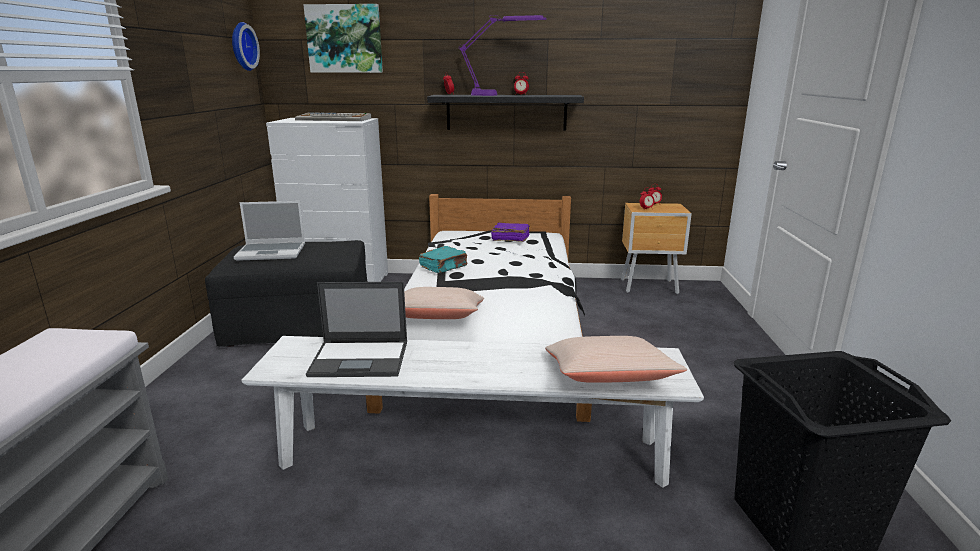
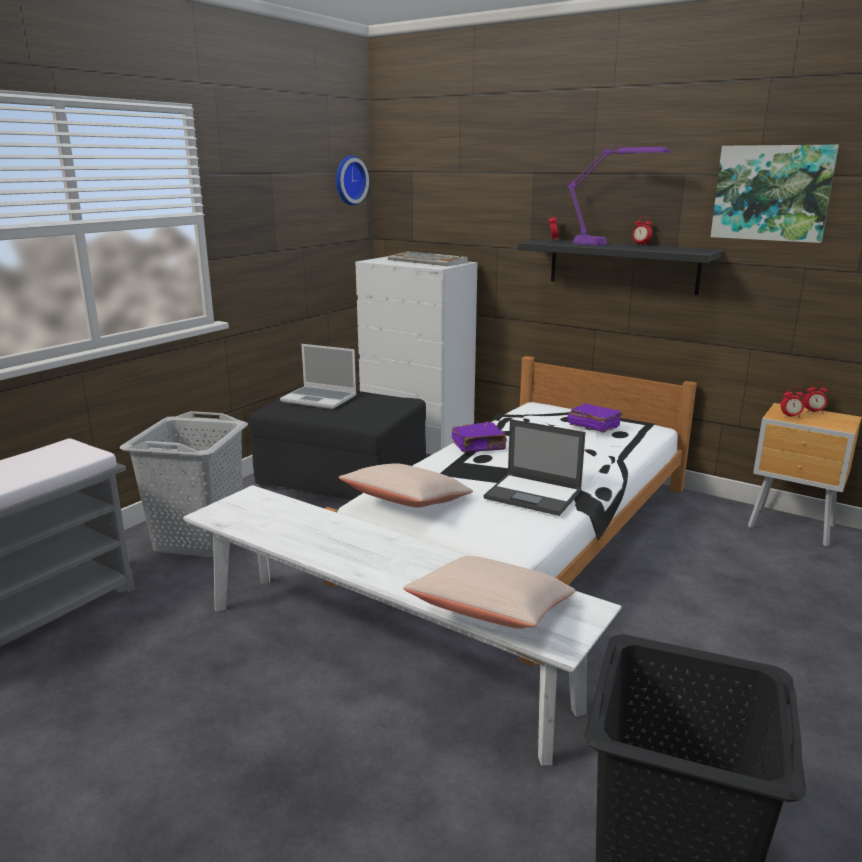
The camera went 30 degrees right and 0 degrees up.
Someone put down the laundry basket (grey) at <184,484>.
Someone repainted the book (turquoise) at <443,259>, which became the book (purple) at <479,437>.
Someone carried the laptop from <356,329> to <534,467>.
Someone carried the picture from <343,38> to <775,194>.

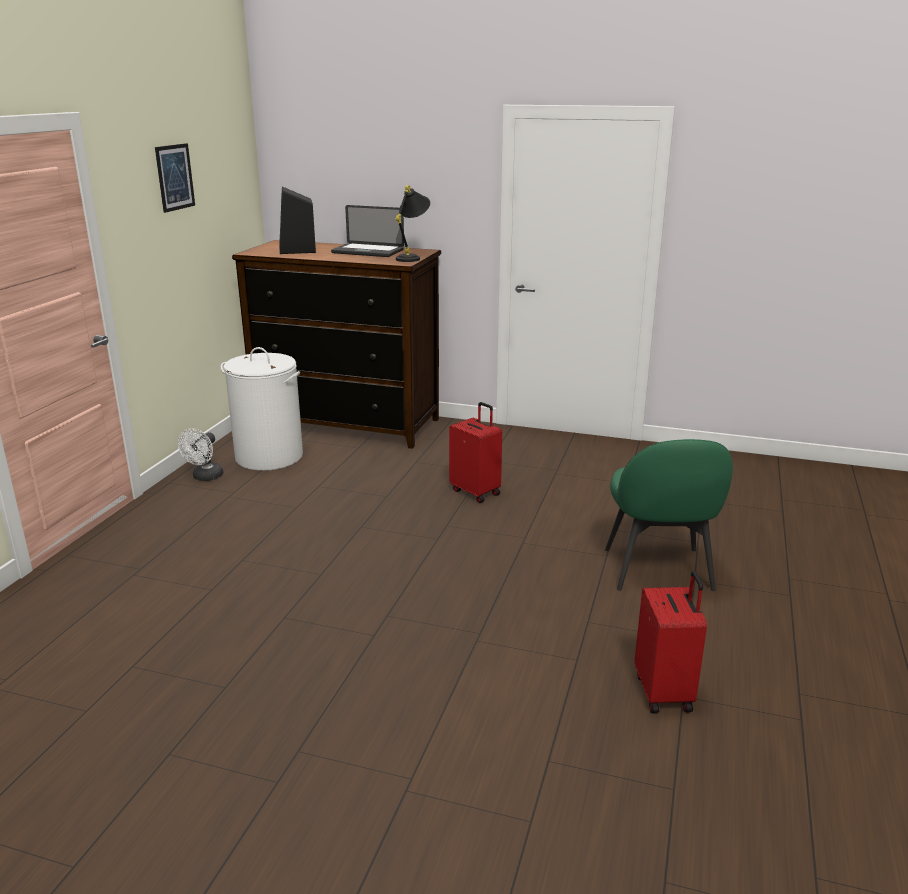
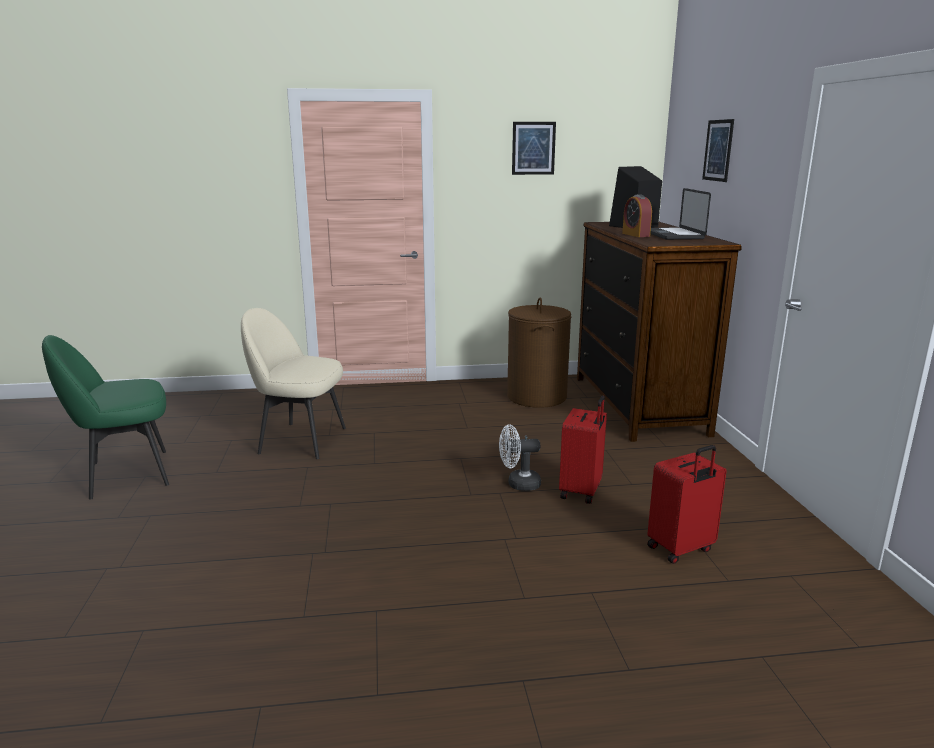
The camera went 65 degrees right and 5 degrees down.
Someone carried the chair (green) from <669,515> to <105,417>.
Someone put down the chair (beige) at <293,383>.
Someone carried the fan (white) from <200,454> to <520,457>.
Someone repainted the laundry basket (white) at <262,409>, which became the laundry basket (brown) at <539,353>.
Someone put down the alarm clock at <637,216>.
Someone carried the suitcase (red) from <671,642> to <687,504>.
Someone put up the picture at <718,150>.
Someone took away the table lamp (black) at <412,223>.

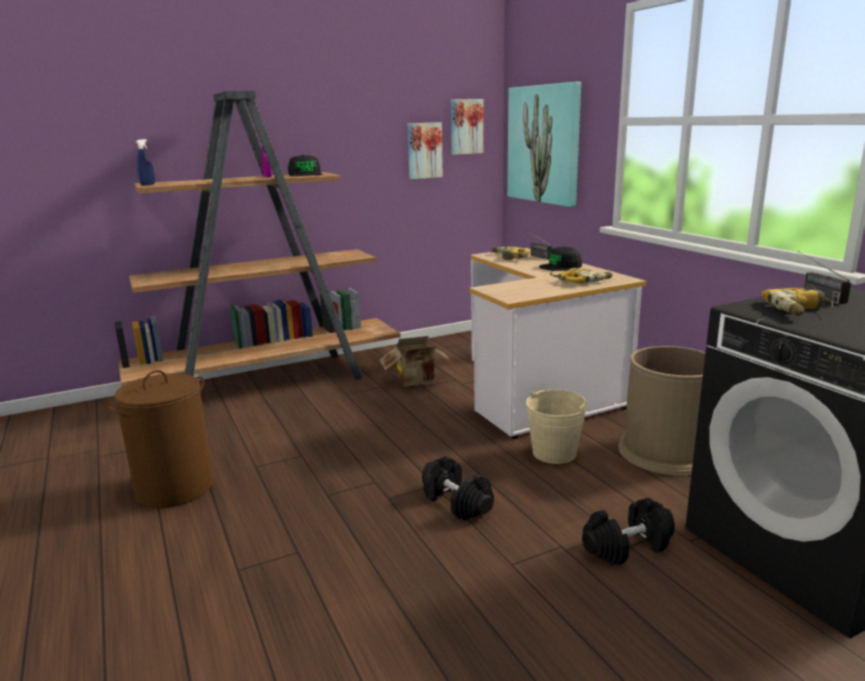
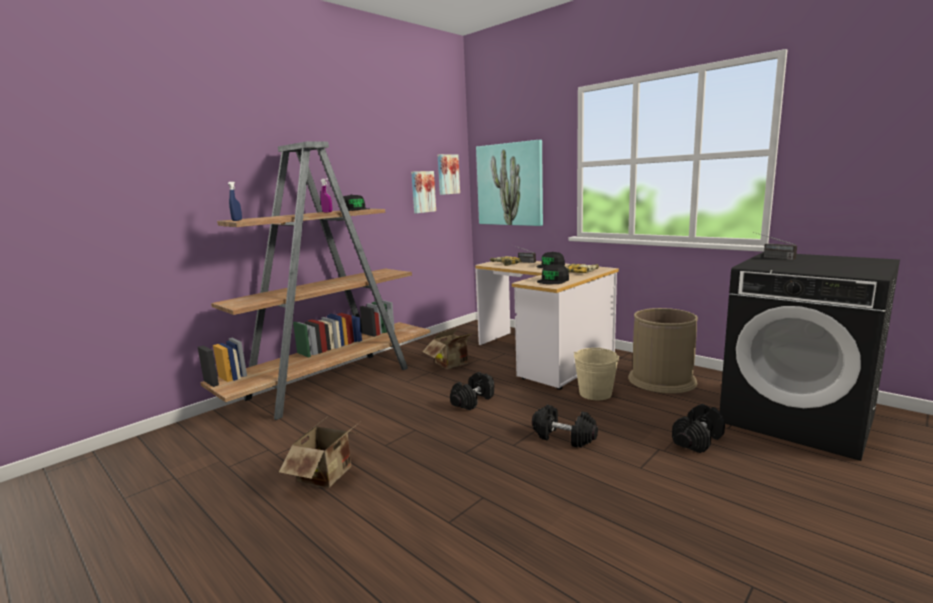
The camera went 20 degrees left and 5 degrees down.
Someone swapped the laundry basket (brown) at <160,439> for the cardboard box at <320,453>.
Someone put down the dumbbell (black) at <472,391>.
Someone put down the cap (black) at <553,274>.
Someone took away the power drill at <798,300>.

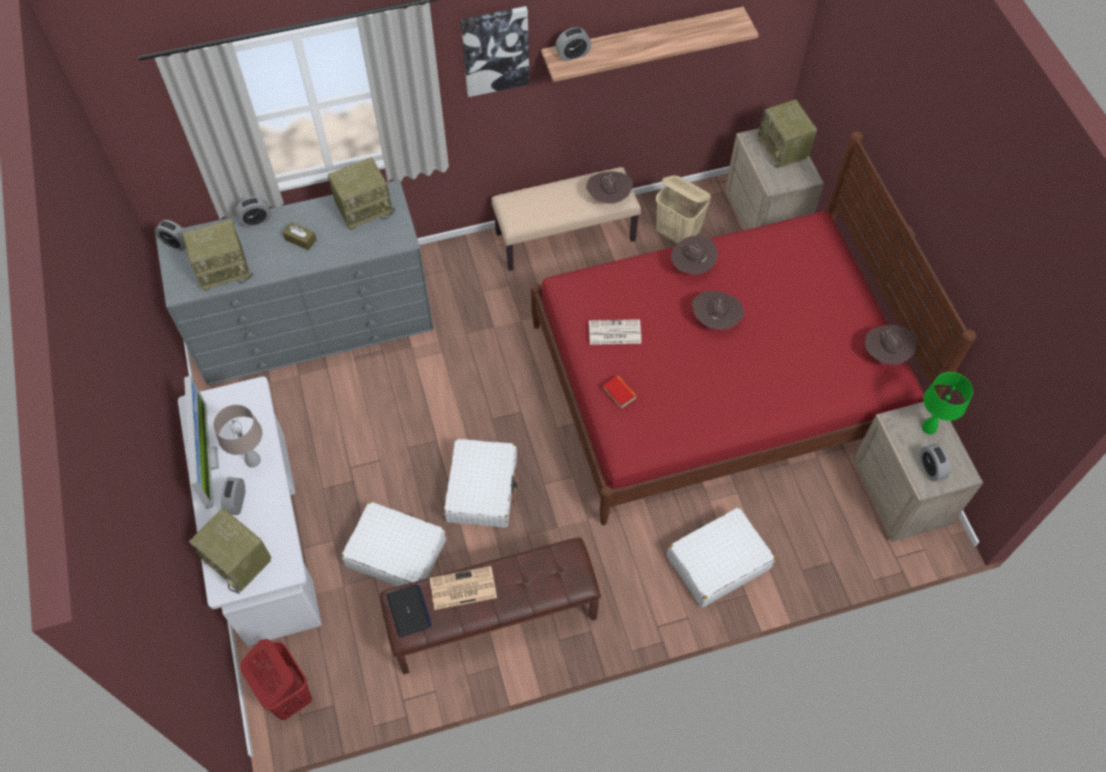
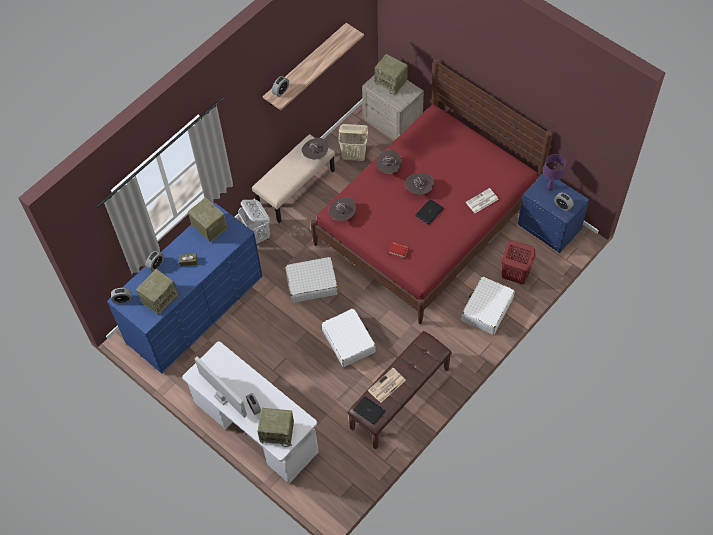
The camera went 30 degrees left and 0 degrees up.
Someone repainted the dresser (grey) at <294,282>, which became the dresser (blue) at <185,288>.
Someone rotated the radio at <361,194> by 75 degrees counterclockwise.
Someone put down the laundry basket (white) at <254,222>.
Someone carried the suitcase (white) from <393,544> to <311,280>.
Someone carried the hat (brown) from <890,345> to <342,209>.
Someone put down the laptop at <430,212>.
Someone carried the newspaper from <615,332> to <482,200>.
Someone carried the laundry basket (red) from <276,679> to <519,262>.
Someone repainted the nightstand (beige) at <918,472>, which became the nightstand (blue) at <553,213>.
Someone repainted the table lamp (green) at <947,403>, which became the table lamp (purple) at <554,172>.
Someone took away the table lamp (beige) at <238,436>.
Someone took away the picture at <495,51>.

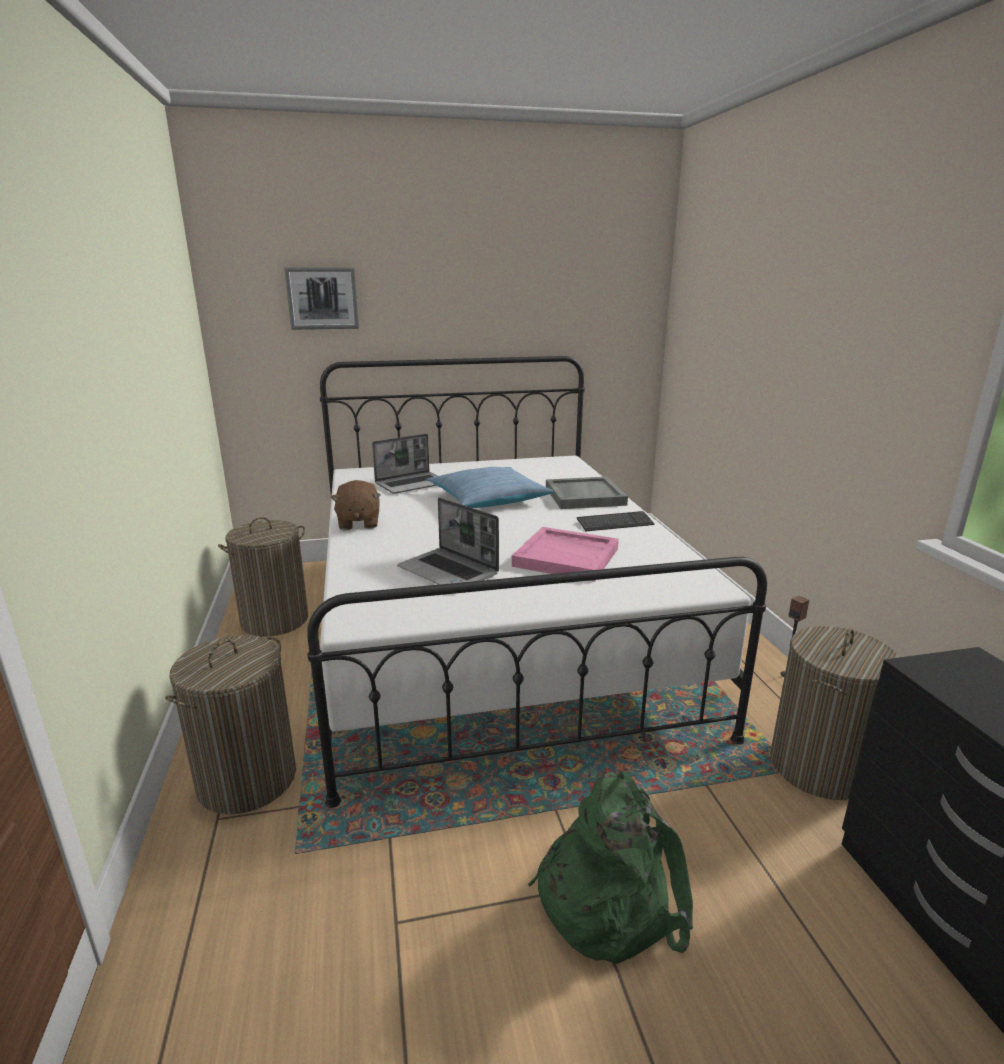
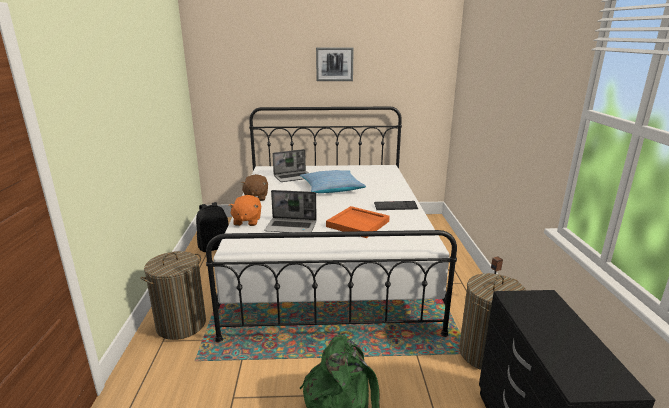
The camera went 10 degrees right and 0 degrees up.
Someone swapped the laundry basket at <263,577> for the backpack (black) at <212,227>.
Someone put down the plush toy (orange) at <244,210>.
Someone rotated the laptop at <448,541> by 45 degrees counterclockwise.
Someone carried the picture from <321,298> to <335,64>.
Someone repainted the tray (pink) at <565,554>, which became the tray (orange) at <358,222>.
Someone took away the tray (grey) at <587,493>.

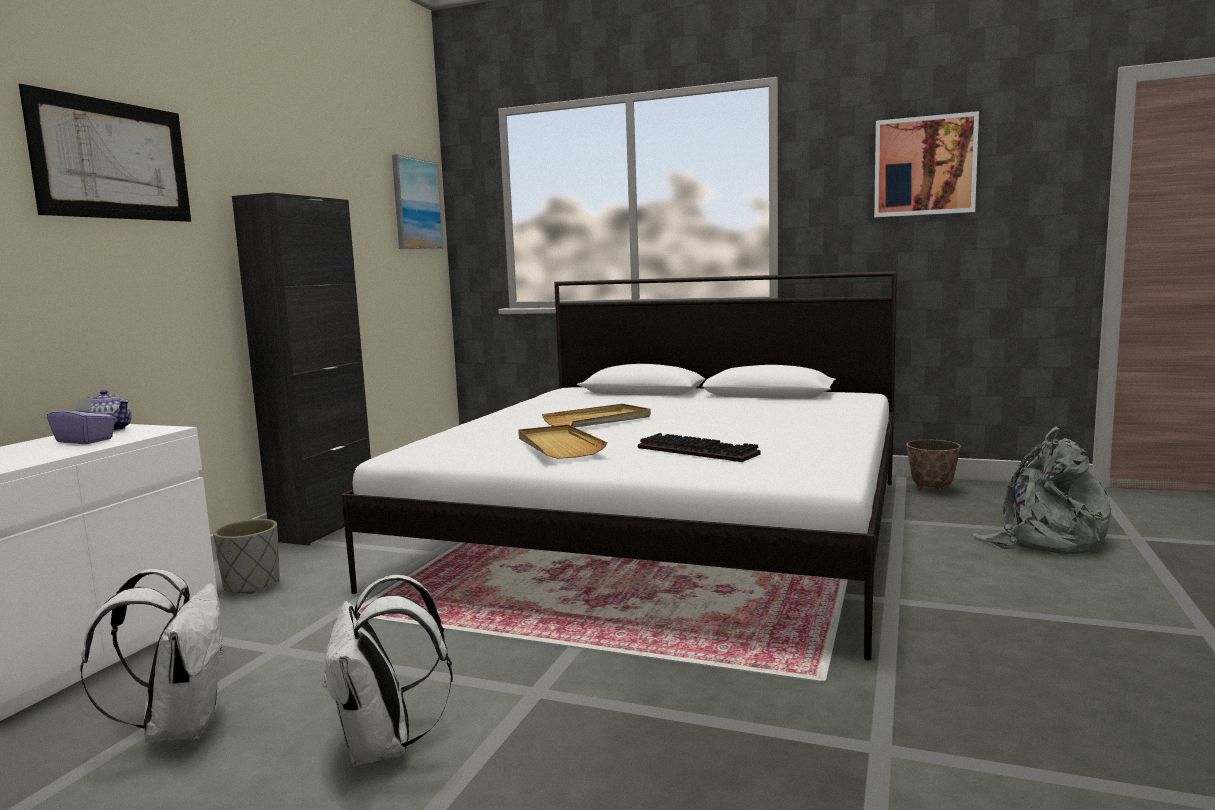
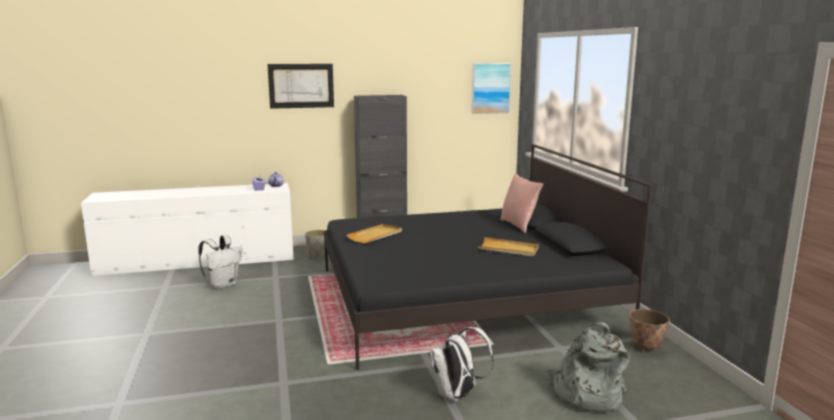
The camera went 55 degrees right and 5 degrees up.
Someone repainted the bed (white) at <619,465>, which became the bed (black) at <488,257>.
Someone carried the backpack (white) from <388,670> to <462,364>.
Someone carried the tray (beige) from <596,416> to <508,247>.
Someone put down the pillow (pink) at <521,203>.
Someone took away the keyboard at <699,447>.
Someone took away the picture at <926,164>.

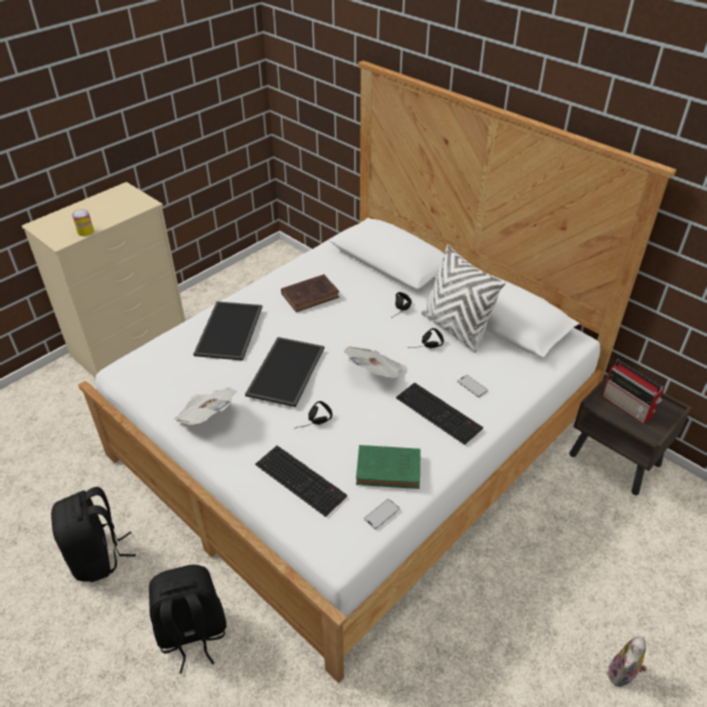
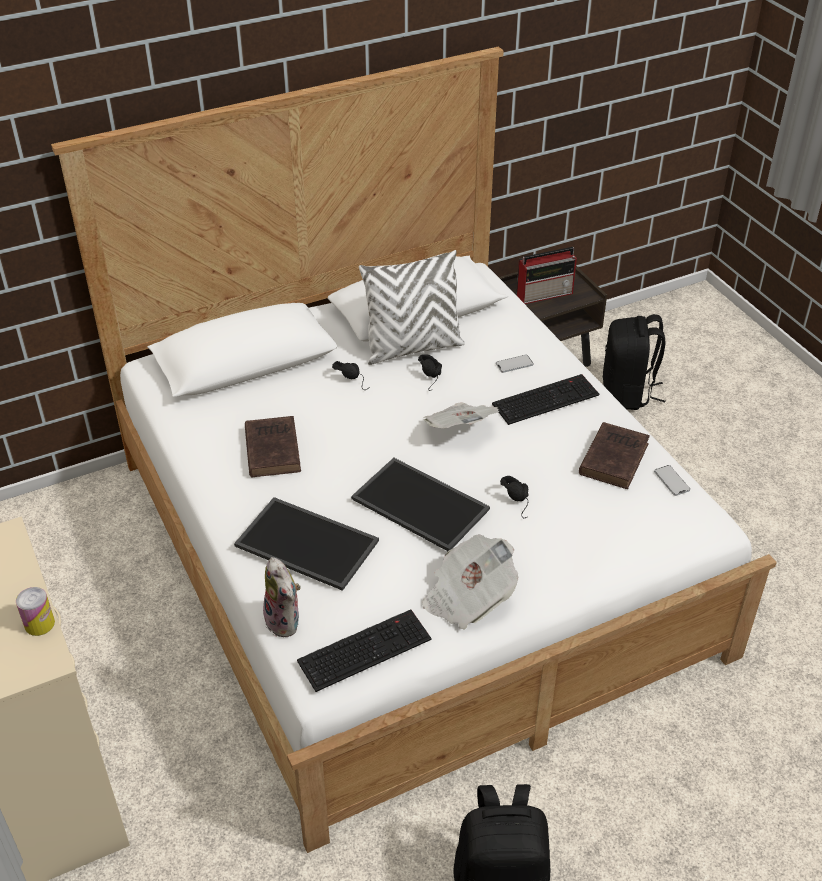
The camera went 70 degrees left and 0 degrees up.
Someone carried the plush toy from <627,661> to <282,597>.
Someone carried the keyboard from <301,481> to <364,651>.
Someone repainted the book (green) at <388,467>, which became the book (brown) at <614,455>.
Someone carried the backpack (black) from <188,619> to <634,362>.

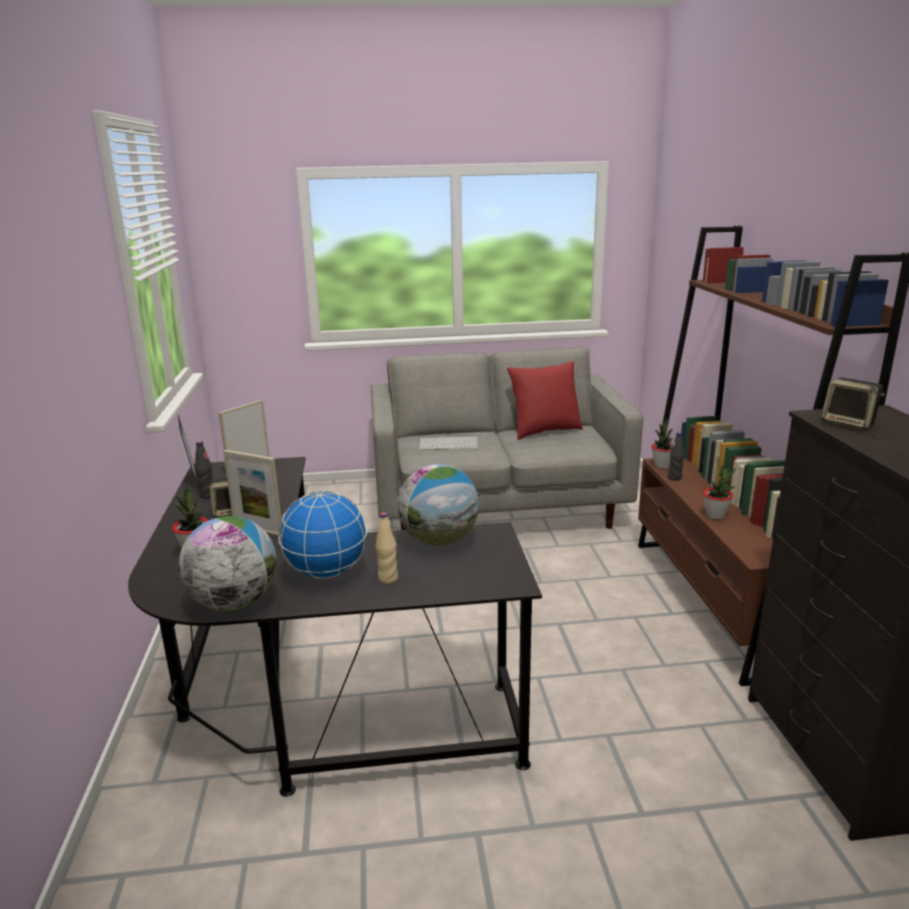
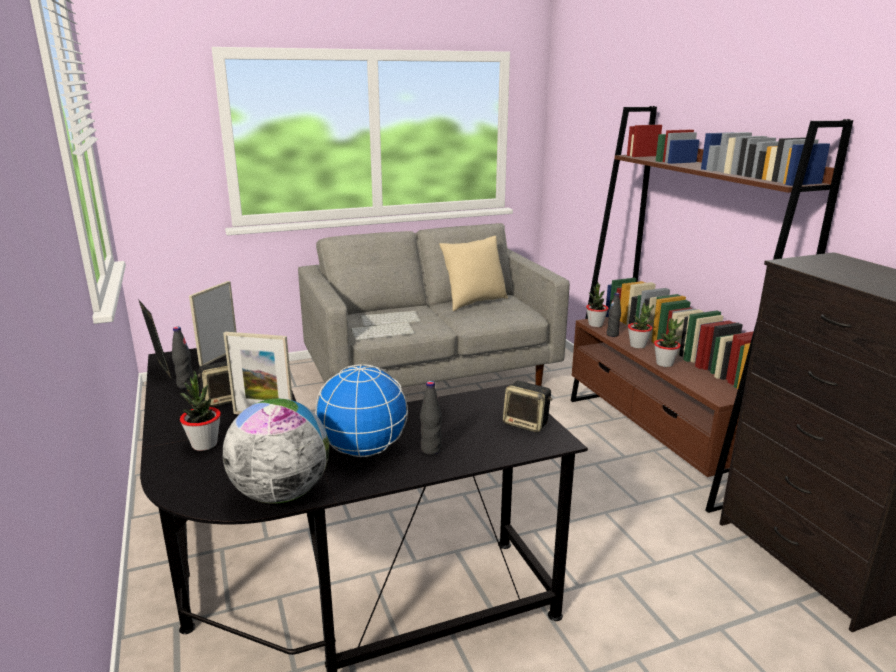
The camera went 15 degrees left and 0 degrees up.
Someone put down the keyboard at <383,331>.
Someone repainted the bottle (beige) at <387,548>, which became the bottle (black) at <431,418>.
Someone repainted the pillow (red) at <545,400>, which became the pillow (beige) at <473,273>.
Someone carried the speaker from <853,403> to <527,406>.
Someone put down the potted plant at <641,326>.
Someone took away the globe at <438,505>.

